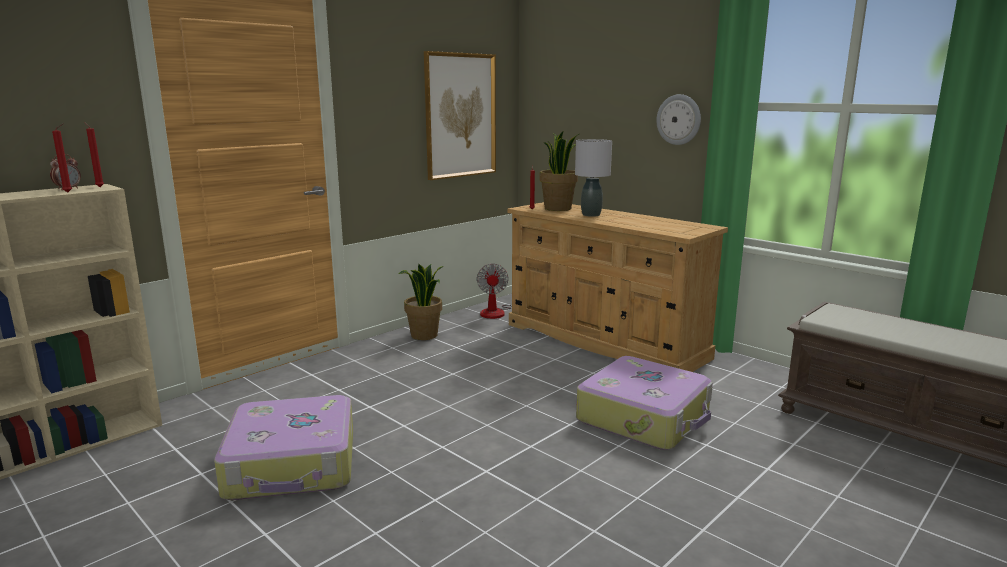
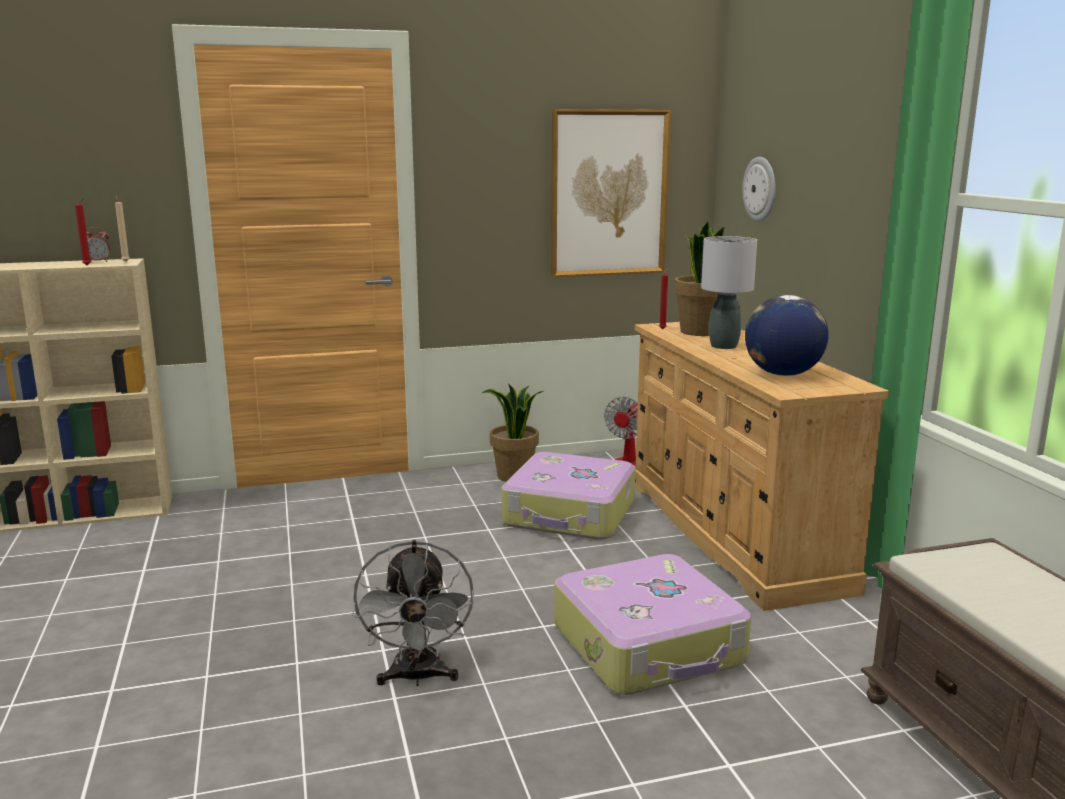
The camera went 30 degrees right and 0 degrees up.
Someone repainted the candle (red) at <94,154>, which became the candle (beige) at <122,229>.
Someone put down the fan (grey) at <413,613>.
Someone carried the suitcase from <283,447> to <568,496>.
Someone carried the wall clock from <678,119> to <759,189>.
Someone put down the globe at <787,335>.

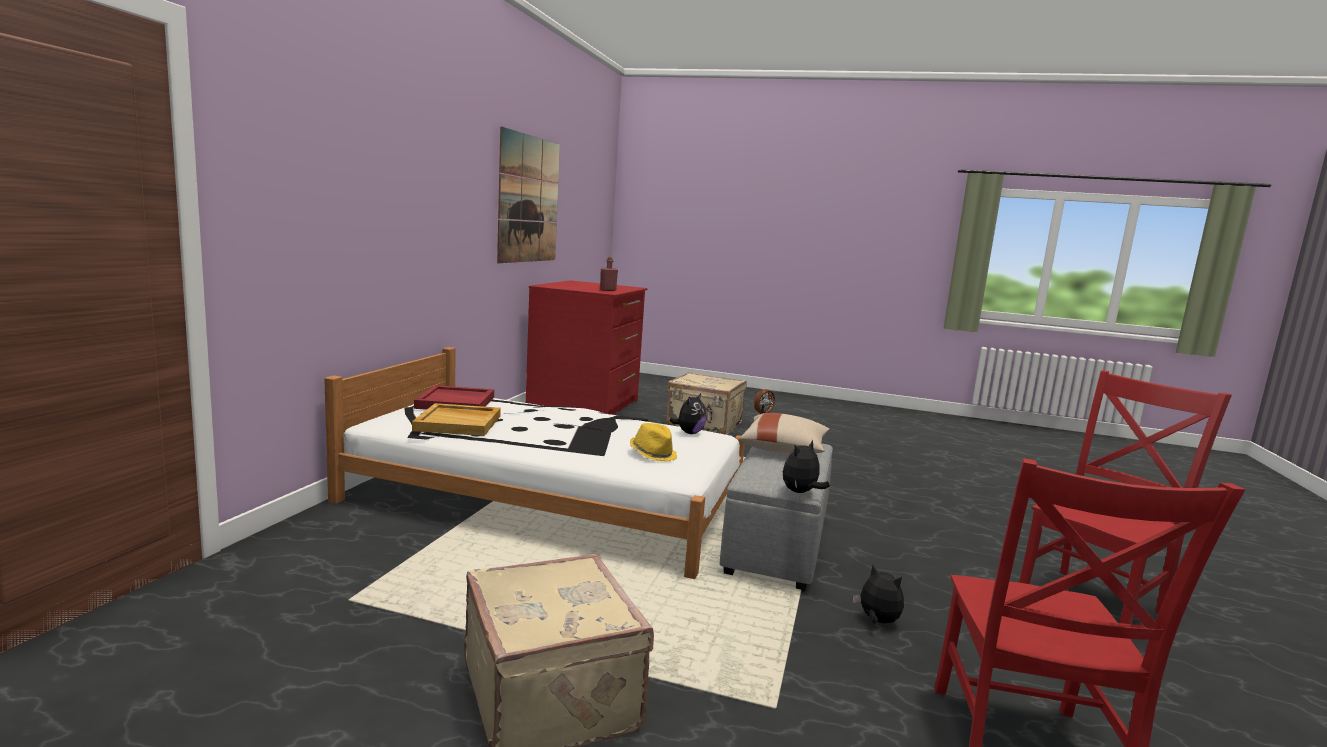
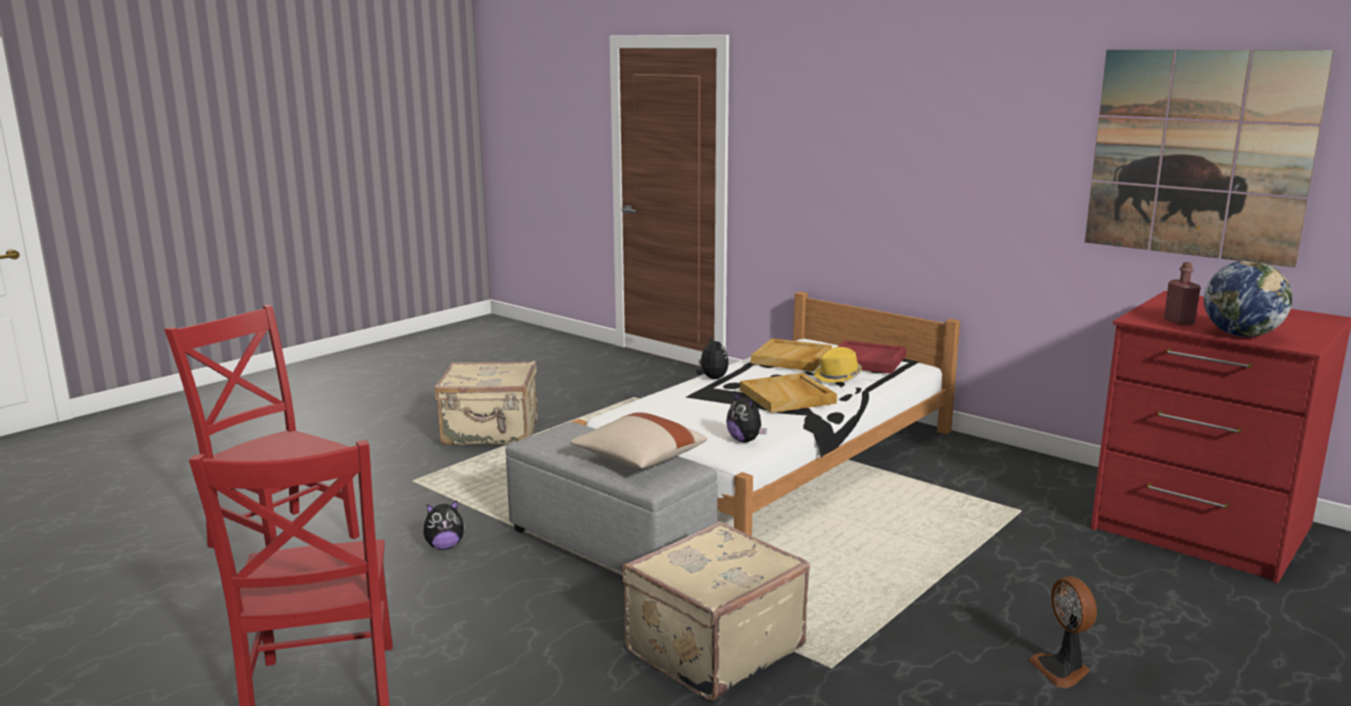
The camera went 115 degrees right and 5 degrees up.
Someone carried the suitcase (beige) from <706,403> to <716,611>.
Someone carried the plush toy from <806,466> to <712,357>.
Someone put down the tray (beige) at <788,393>.
Someone carried the hat (yellow) from <653,442> to <838,364>.
Someone put down the globe at <1248,298>.

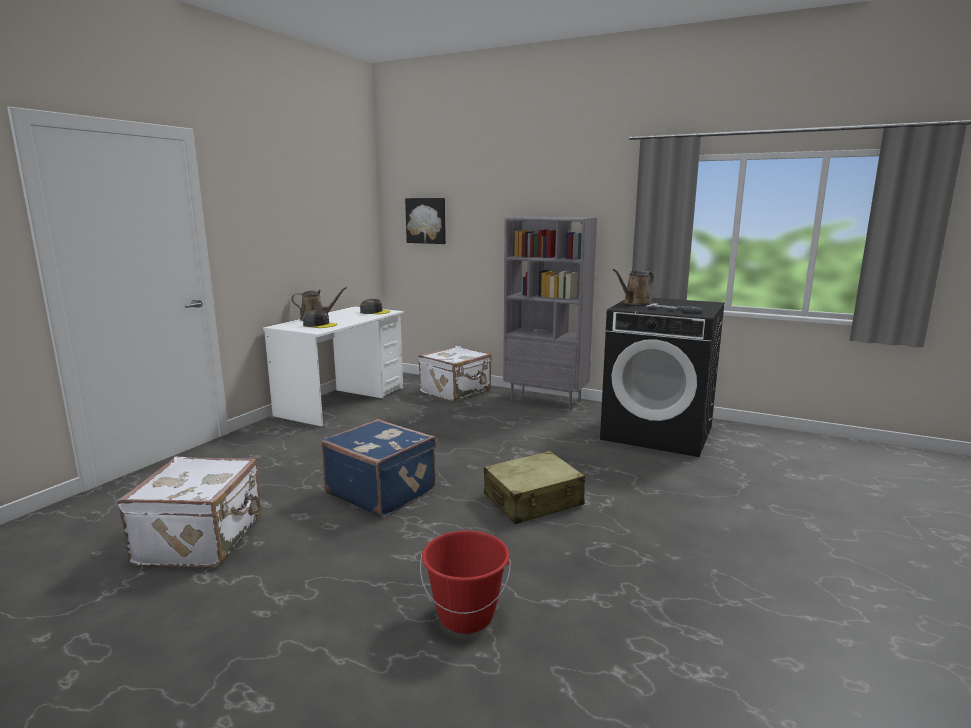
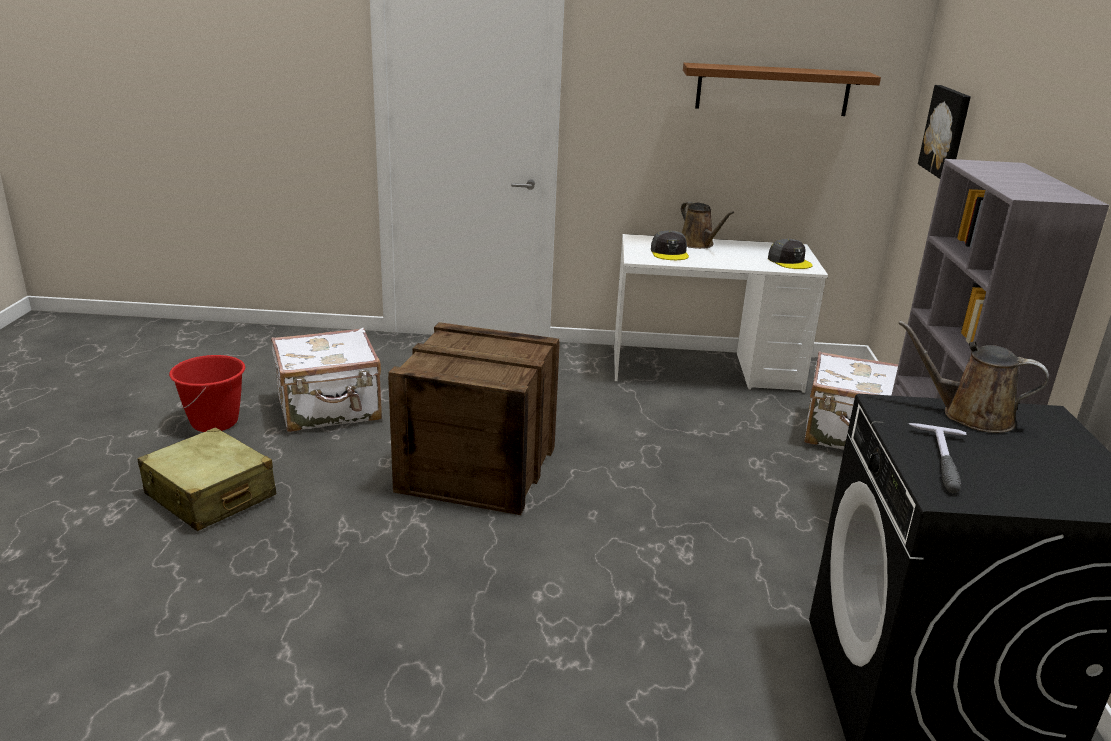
The camera went 65 degrees right and 10 degrees up.
Someone carried the suitcase (beige) from <534,487> to <206,479>.
Someone carried the bucket (red) from <465,582> to <207,393>.
Someone swapped the suitcase (blue) at <379,468> for the crate at <474,418>.
Someone put up the shelf (brown) at <782,89>.

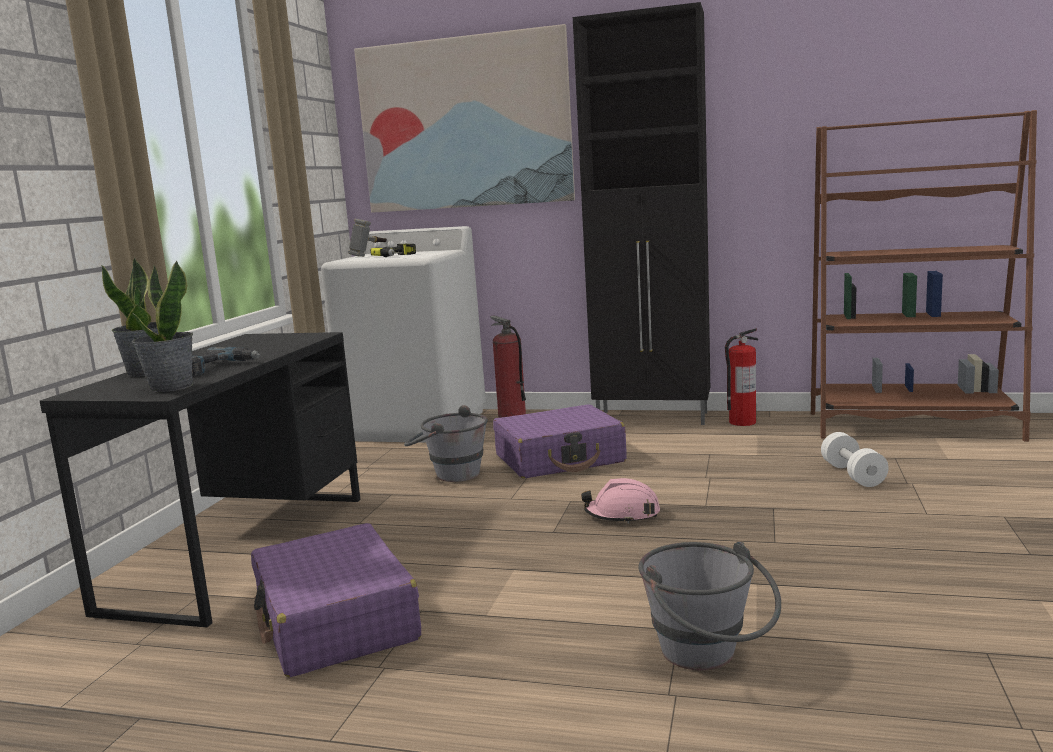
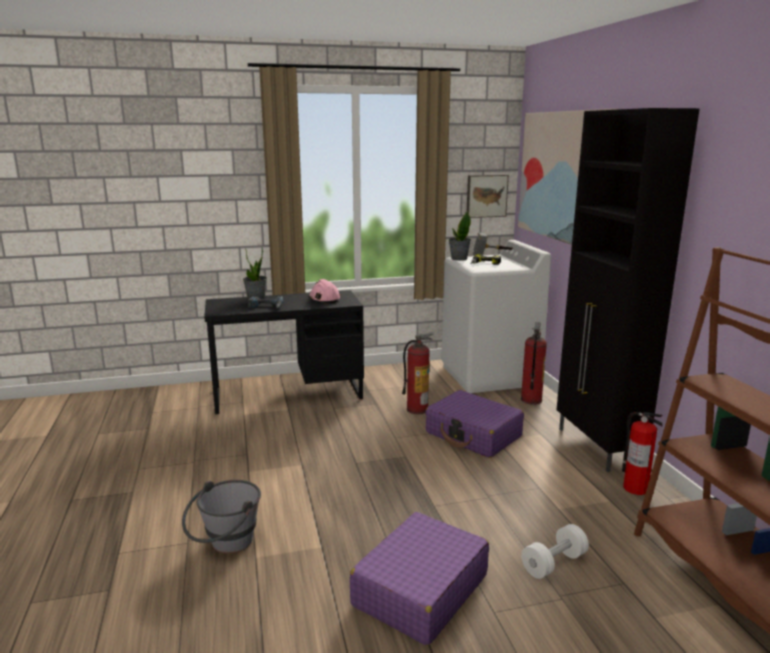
The camera went 60 degrees right and 5 degrees up.
Someone carried the hard hat (pink) from <620,501> to <324,291>.
Someone carried the suitcase (purple) from <336,600> to <419,579>.
Someone swapped the bucket (grey) at <446,443> for the fire extinguisher at <418,373>.
Someone carried the potted plant from <162,326> to <460,236>.
Someone put up the picture at <488,196>.

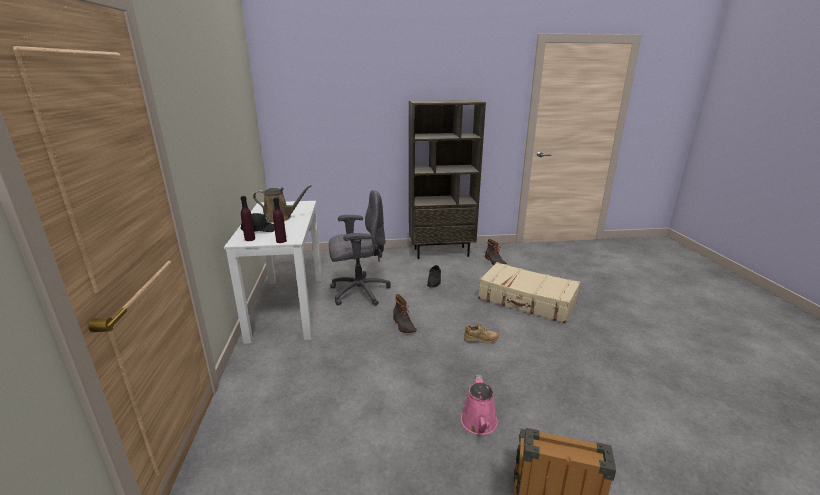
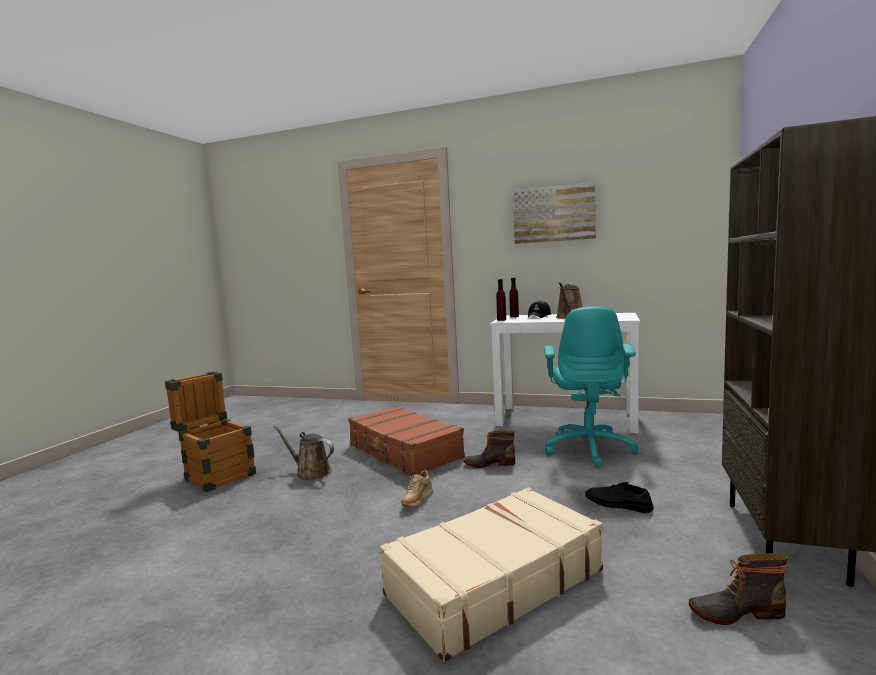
The camera went 115 degrees right and 15 degrees down.
Someone repainted the watering can (pink) at <479,405>, which became the watering can (brown) at <303,452>.
Someone put down the suitcase (brown) at <406,441>.
Someone put up the picture at <554,213>.
Someone repainted the office chair (grey) at <360,248>, which became the office chair (turquoise) at <591,386>.

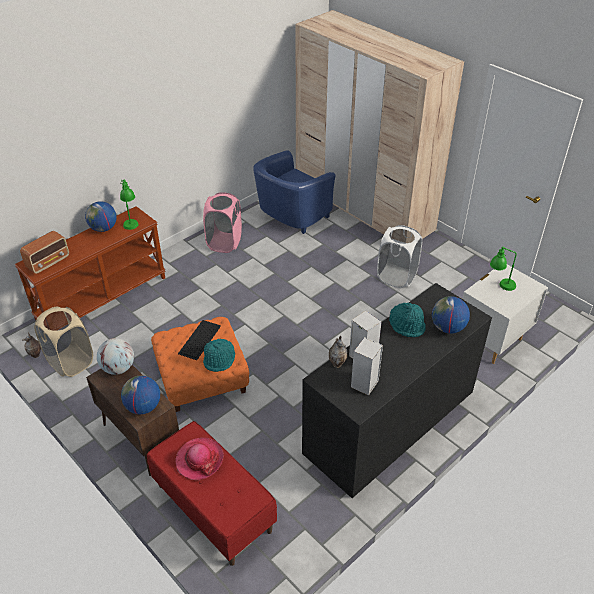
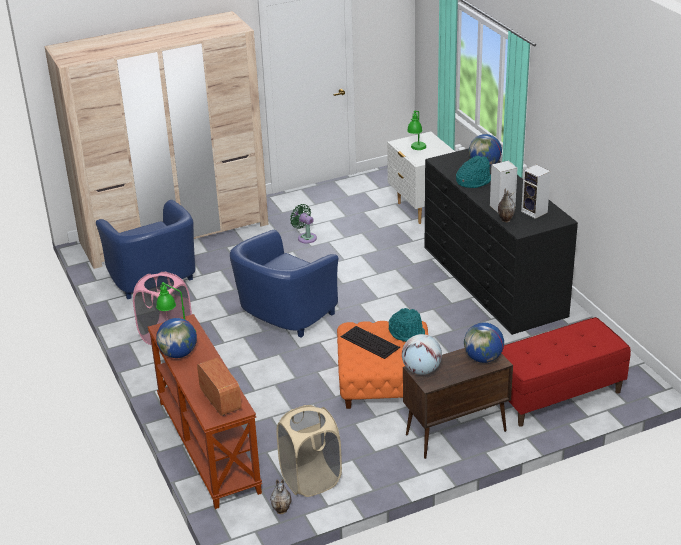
The camera went 70 degrees left and 10 degrees down.
Someone put down the armchair (blue) at <284,283>.
Someone swapped the laundry basket (white) at <399,256> for the fan (green) at <303,224>.
Someone took away the hat at <199,458>.

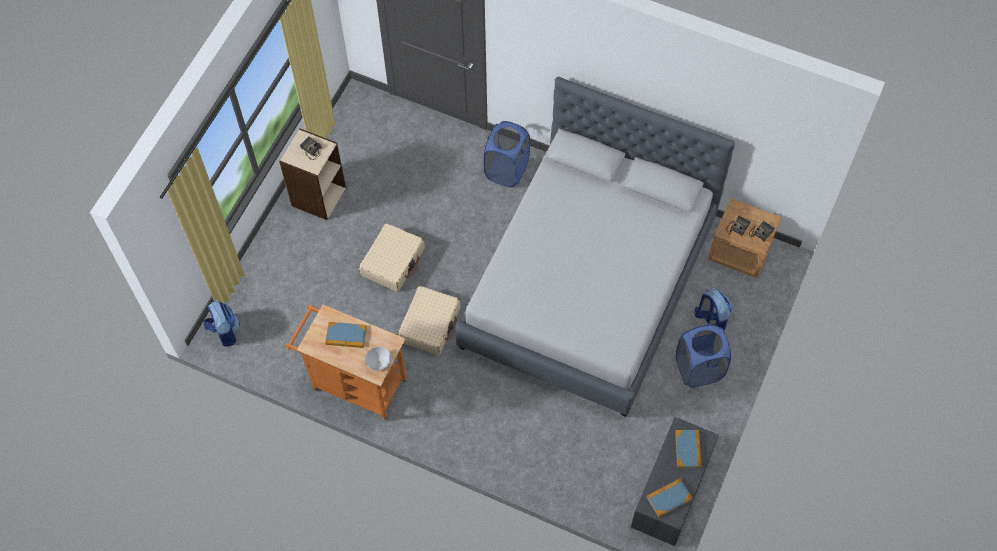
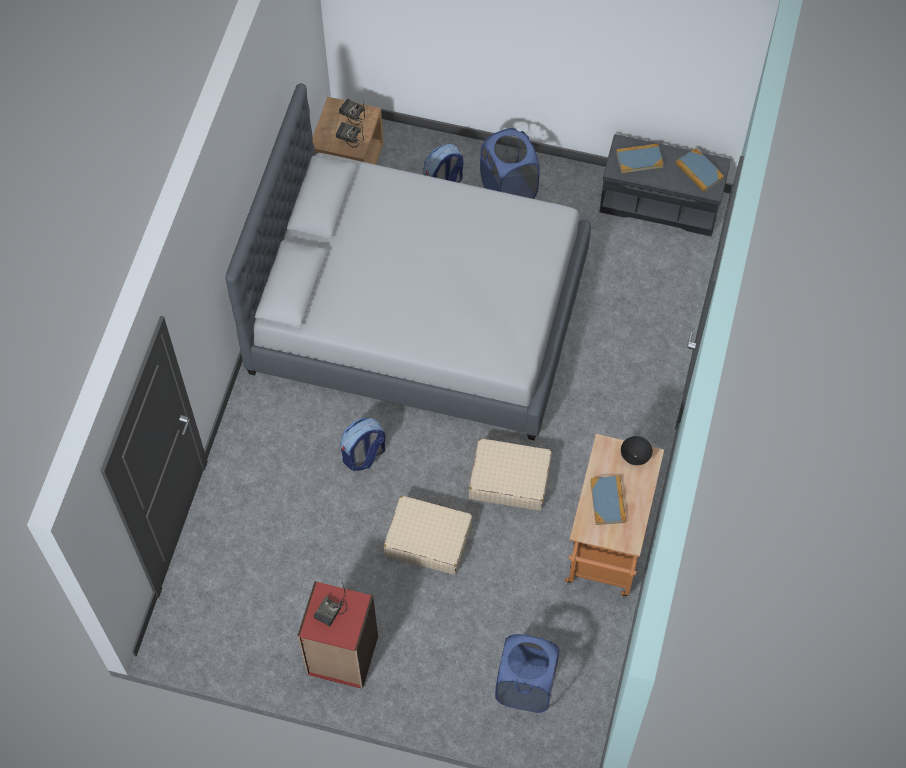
The camera went 100 degrees left and 0 degrees up.
Someone repainted the bookcase (beige) at <312,174>, which became the bookcase (red) at <337,635>.
Someone carried the backpack from <222,323> to <363,444>.
Someone carried the laundry basket (blue) from <507,154> to <527,673>.
Someone repainted the bowl (white) at <378,358>, which became the bowl (black) at <637,450>.

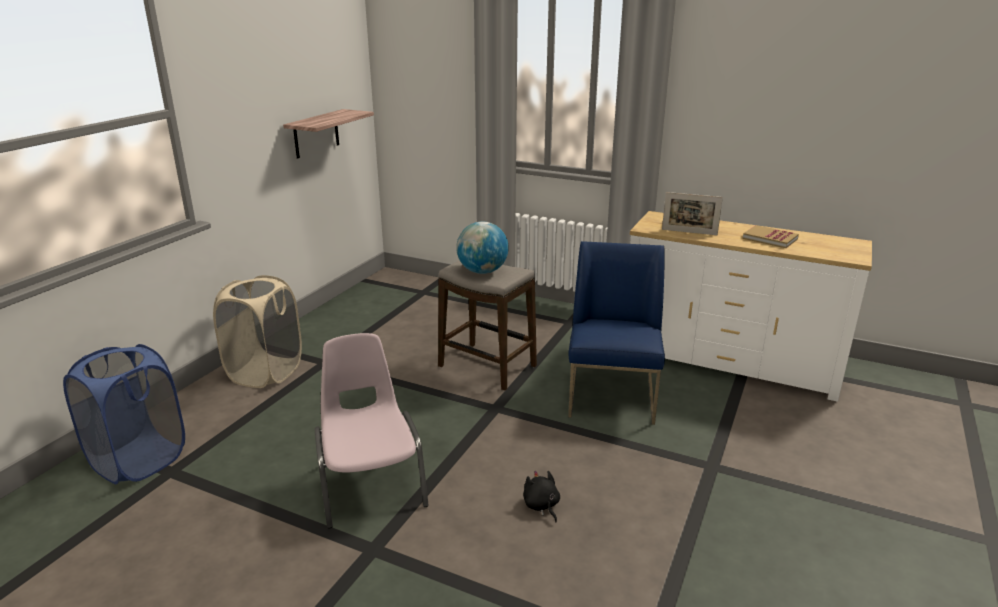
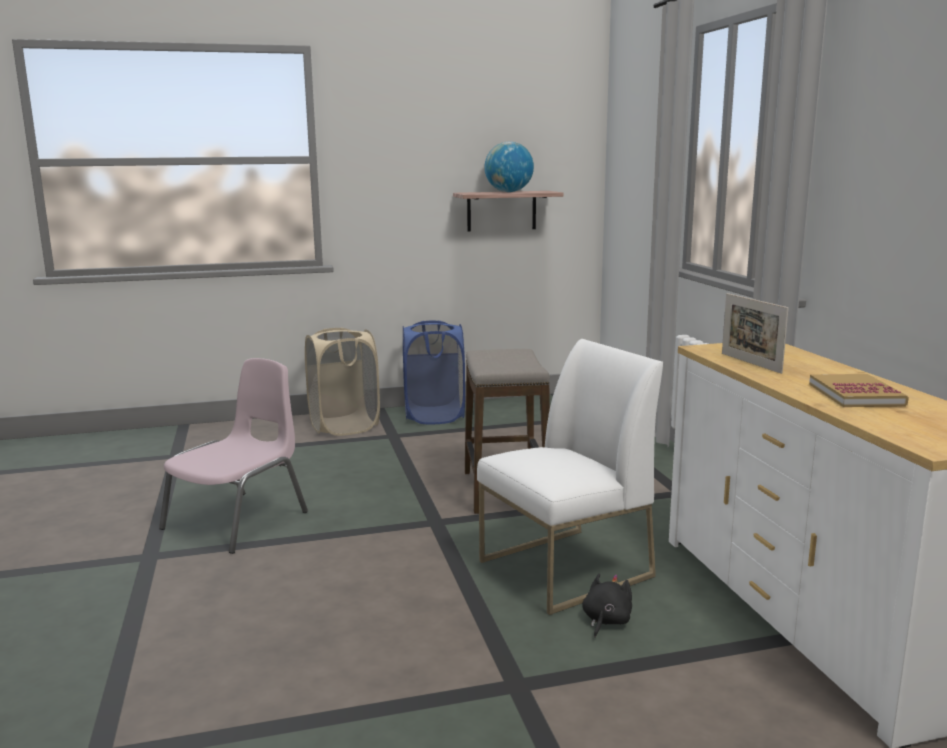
The camera went 50 degrees right and 10 degrees down.
Someone carried the laundry basket (blue) from <124,414> to <434,372>.
Someone repainted the chair (blue) at <616,333>, which became the chair (white) at <570,477>.
Someone carried the globe from <482,248> to <509,166>.
Someone carried the plush toy (black) from <541,496> to <607,605>.

